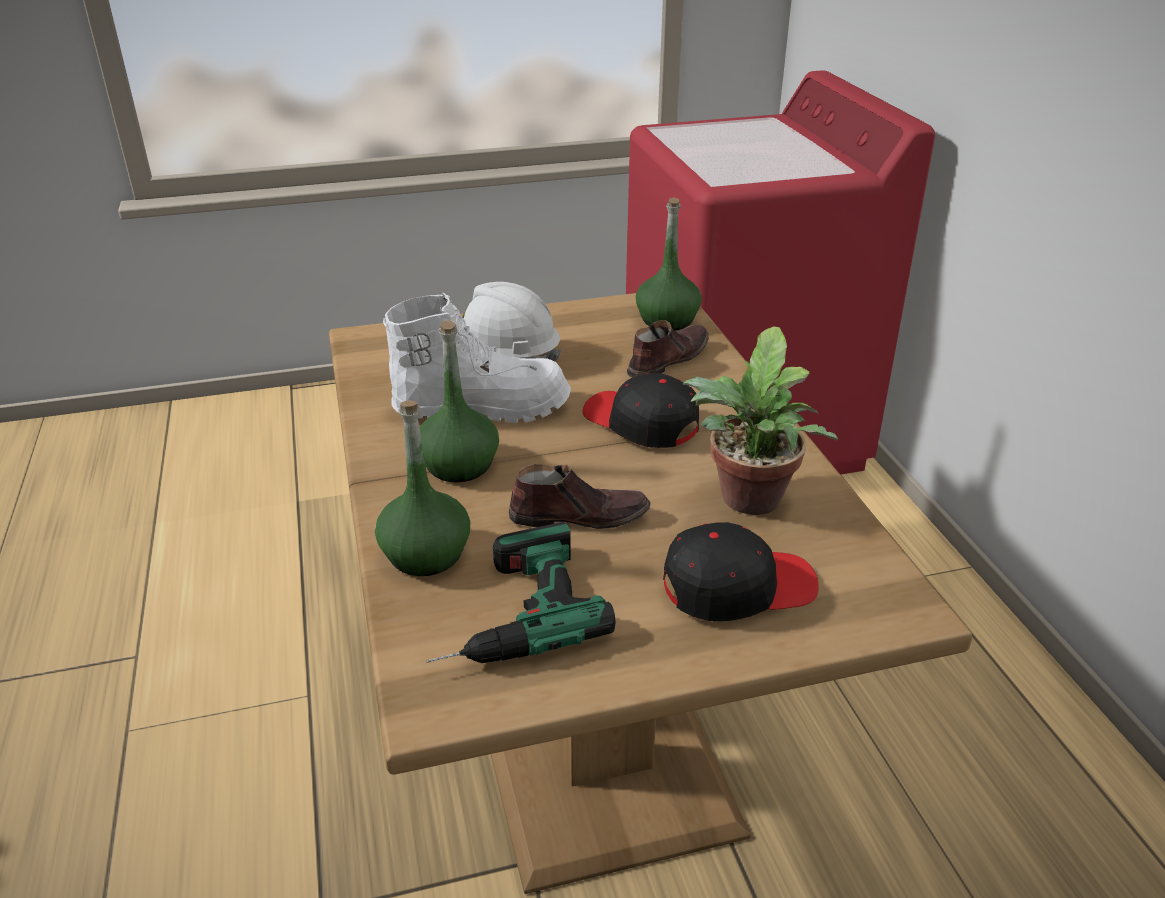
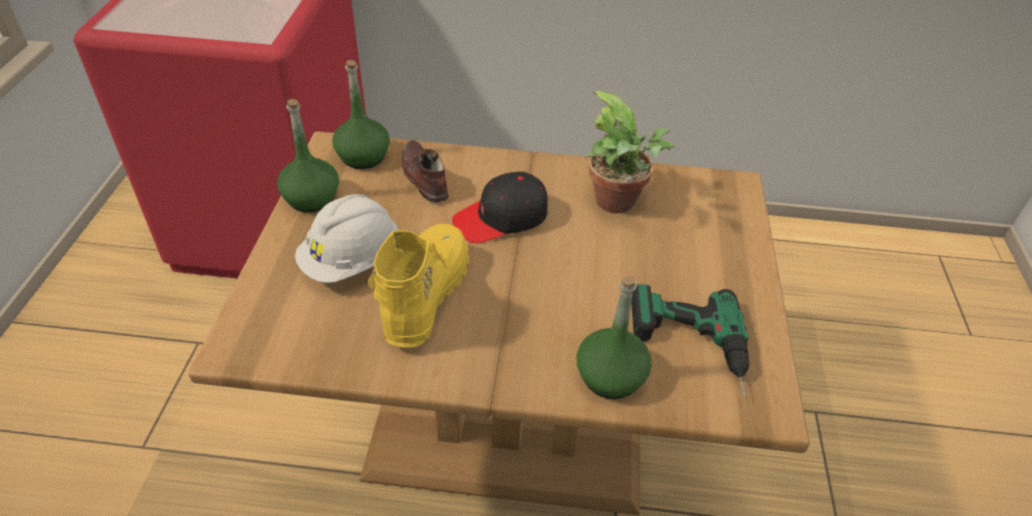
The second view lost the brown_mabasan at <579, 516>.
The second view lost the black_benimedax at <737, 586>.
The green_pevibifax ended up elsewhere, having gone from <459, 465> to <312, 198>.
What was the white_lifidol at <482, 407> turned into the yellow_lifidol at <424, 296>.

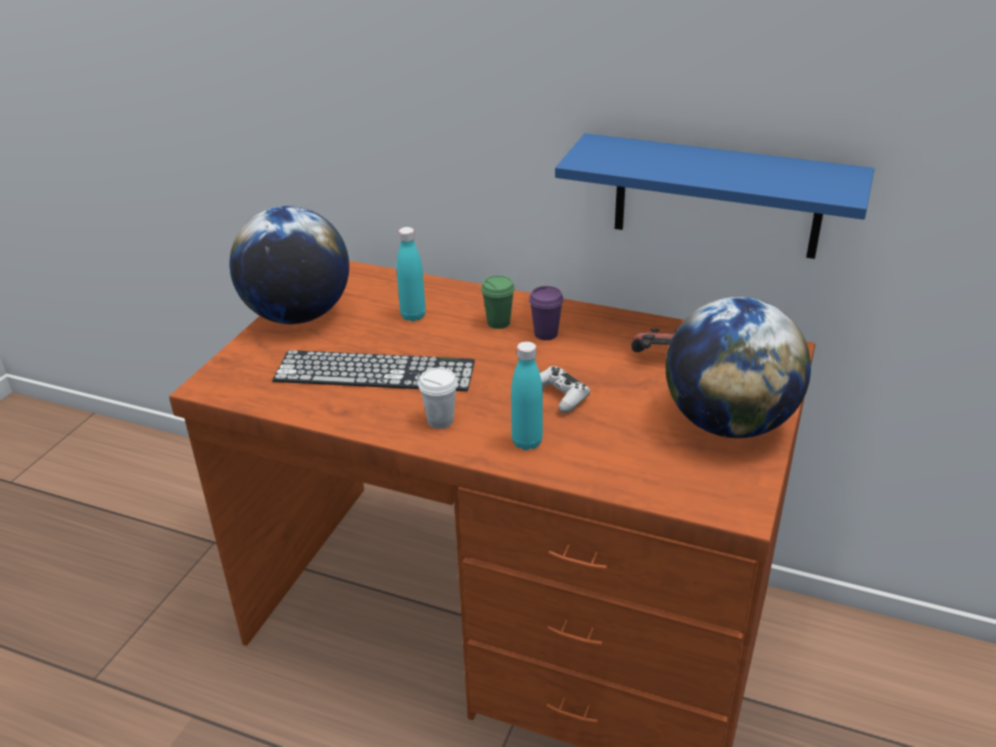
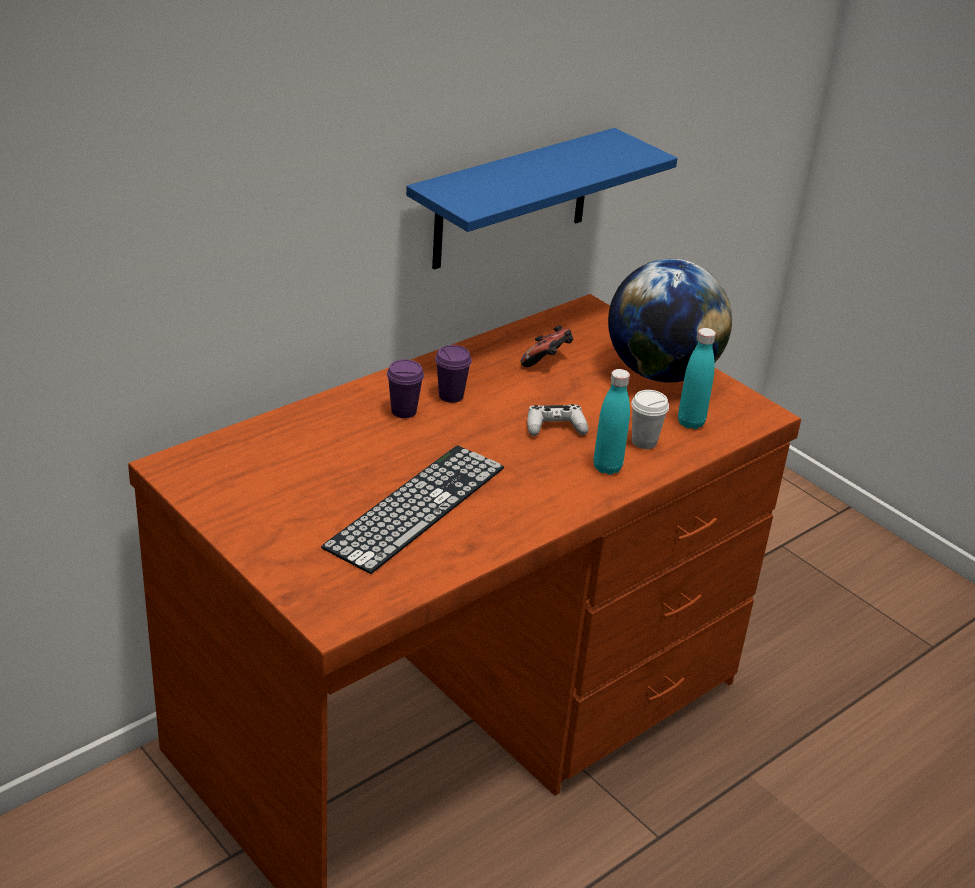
The second view lost the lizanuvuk at <298, 316>.
The turquoise_pevibifax ended up elsewhere, having gone from <413, 316> to <690, 423>.
The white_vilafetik ended up elsewhere, having gone from <440, 421> to <644, 442>.
What was the green_vilafetik at <498, 323> turned into the purple_vilafetik at <404, 411>.

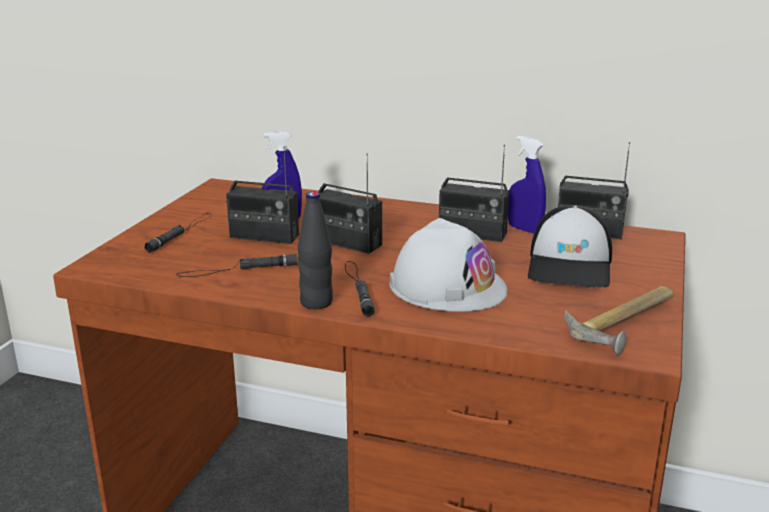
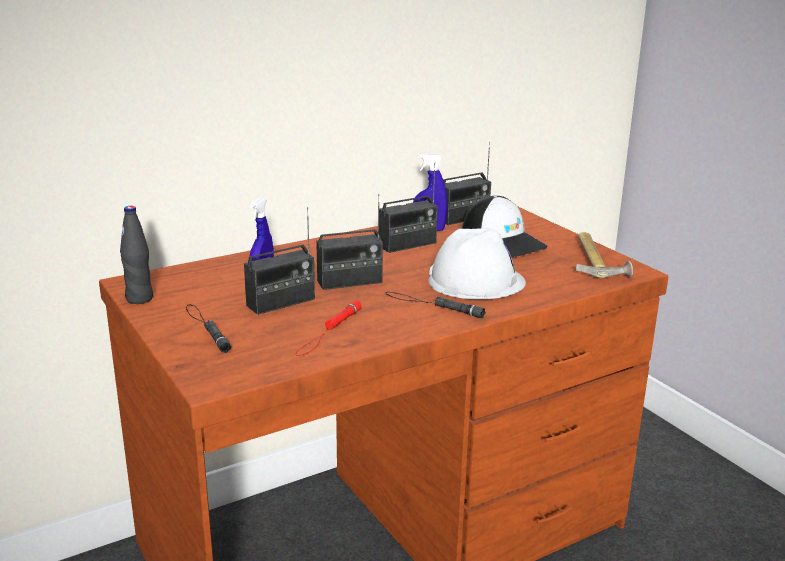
The black_pevibifax ended up elsewhere, having gone from <316, 302> to <139, 299>.
What was the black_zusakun at <237, 270> turned into the red_zusakun at <329, 332>.

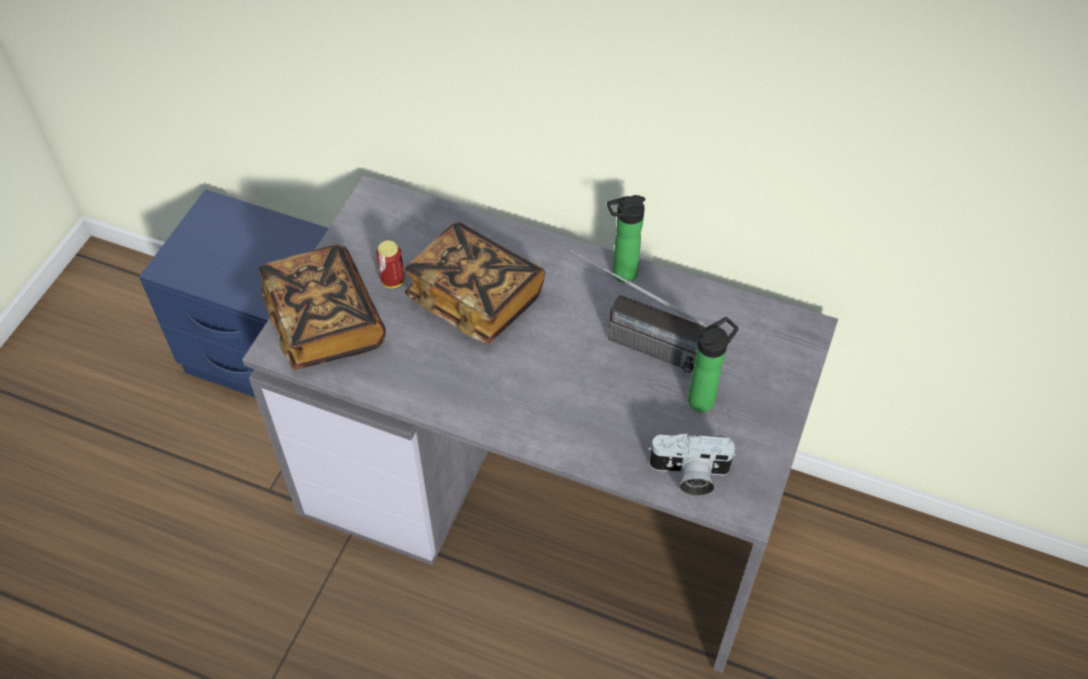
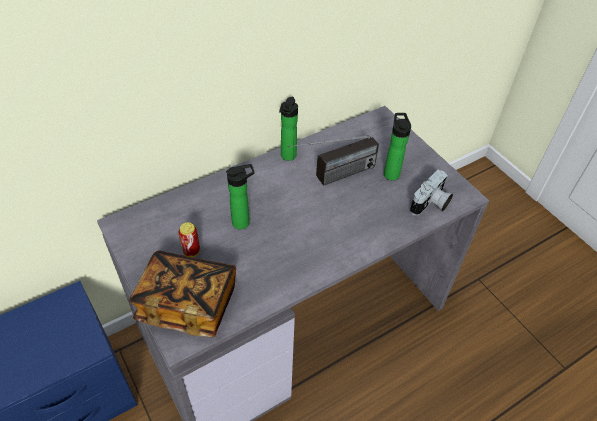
Where the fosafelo stood at <475, 299>, the pevibifax came to stand at <243, 222>.

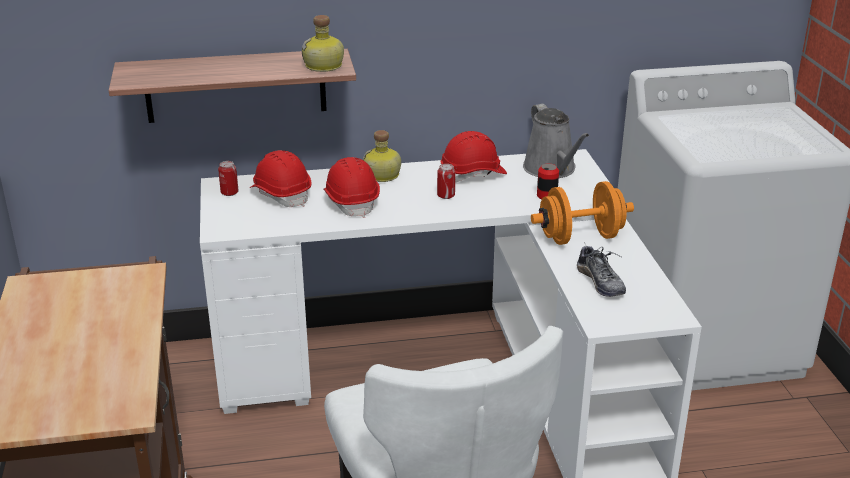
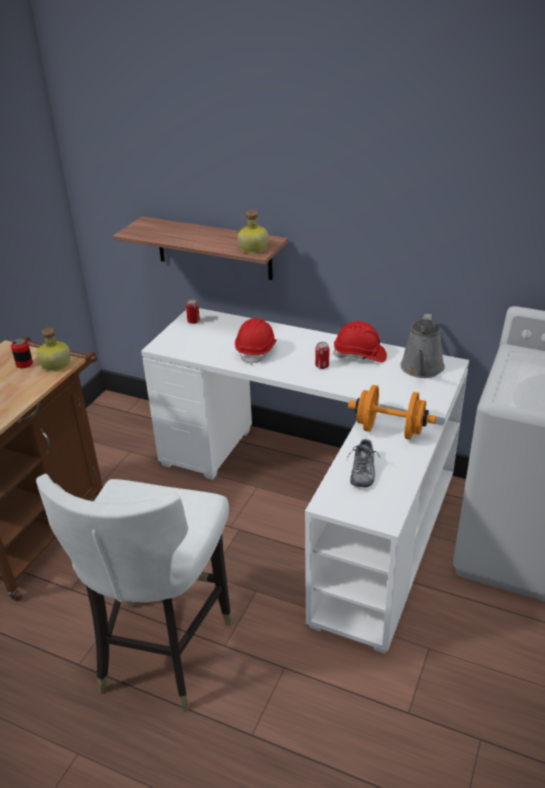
The second view lost the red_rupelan at <281, 194>.
The pevibifax ended up elsewhere, having gone from <382, 176> to <55, 365>.
The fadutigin ended up elsewhere, having gone from <547, 196> to <24, 364>.

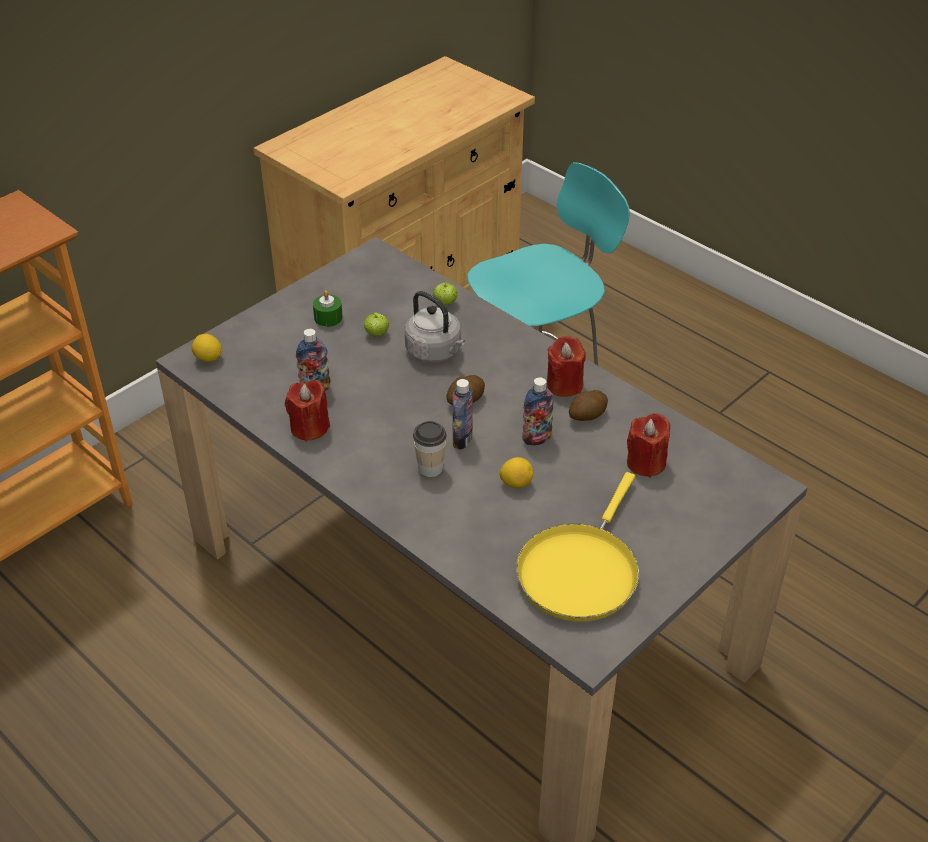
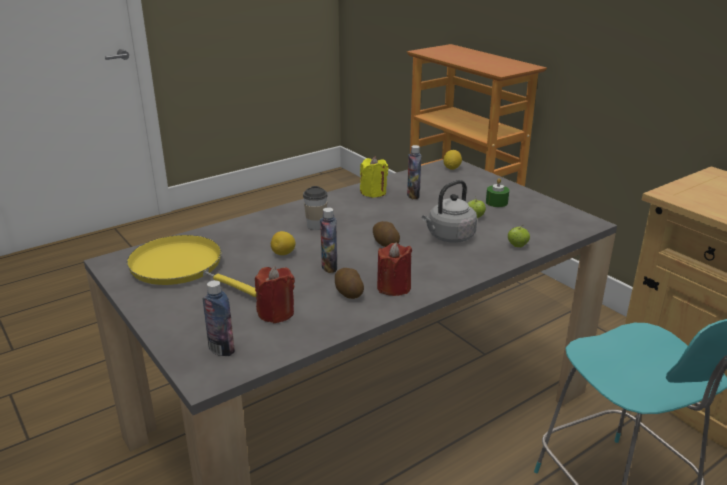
The pevibifax ended up elsewhere, having gone from <462, 440> to <221, 349>.
What was the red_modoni at <309, 428> turned into the yellow_modoni at <373, 192>.

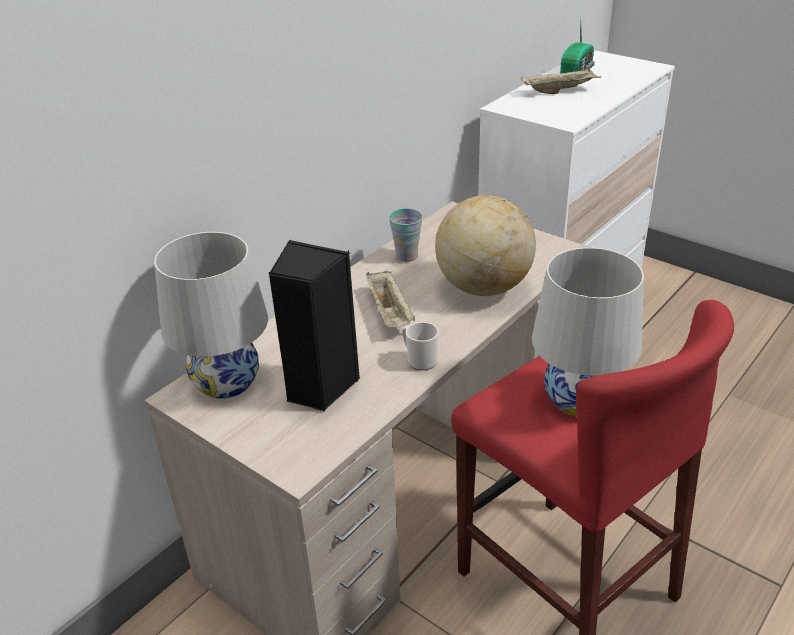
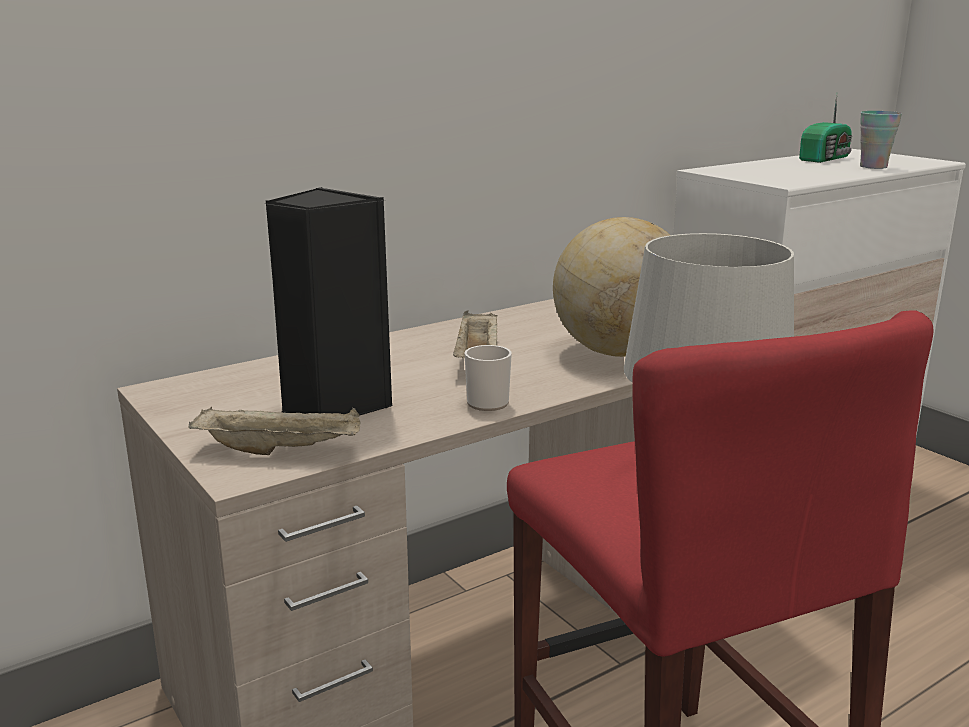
The second view lost the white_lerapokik at <225, 382>.
The vilafetik ended up elsewhere, having gone from <406, 256> to <873, 167>.
The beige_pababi ended up elsewhere, having gone from <559, 91> to <282, 450>.

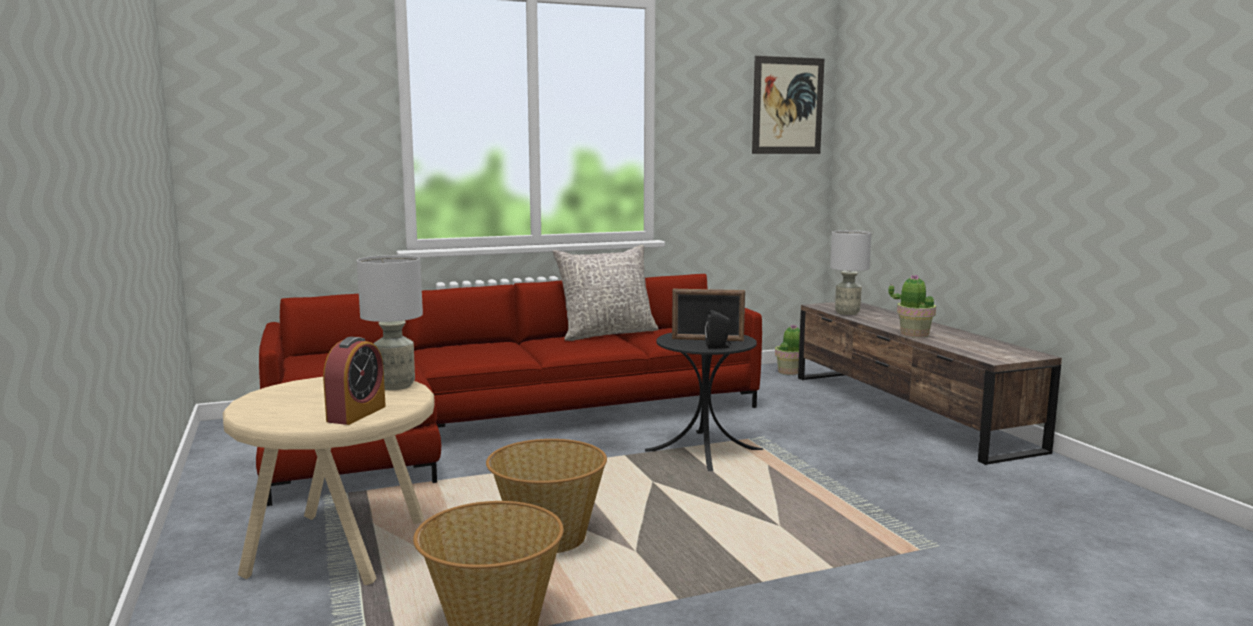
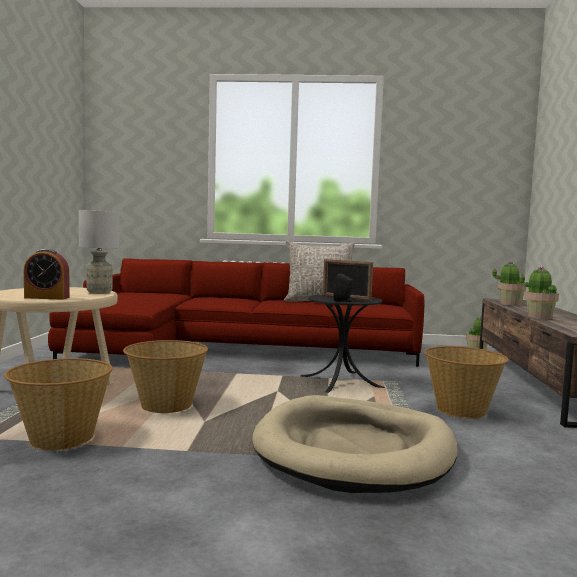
The second view lost the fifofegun at <787, 106>.
The second view gained the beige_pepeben at <354, 450>.
The second view gained the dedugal at <461, 410>.
Where the grey_lerapokik stood at <847, 313>, the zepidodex came to stand at <510, 304>.
The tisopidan at <356, 414> ended up facing another way, 45 degrees clockwise from before.

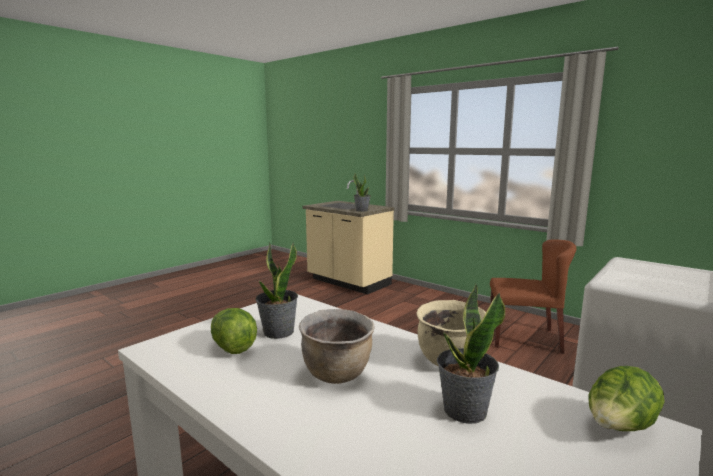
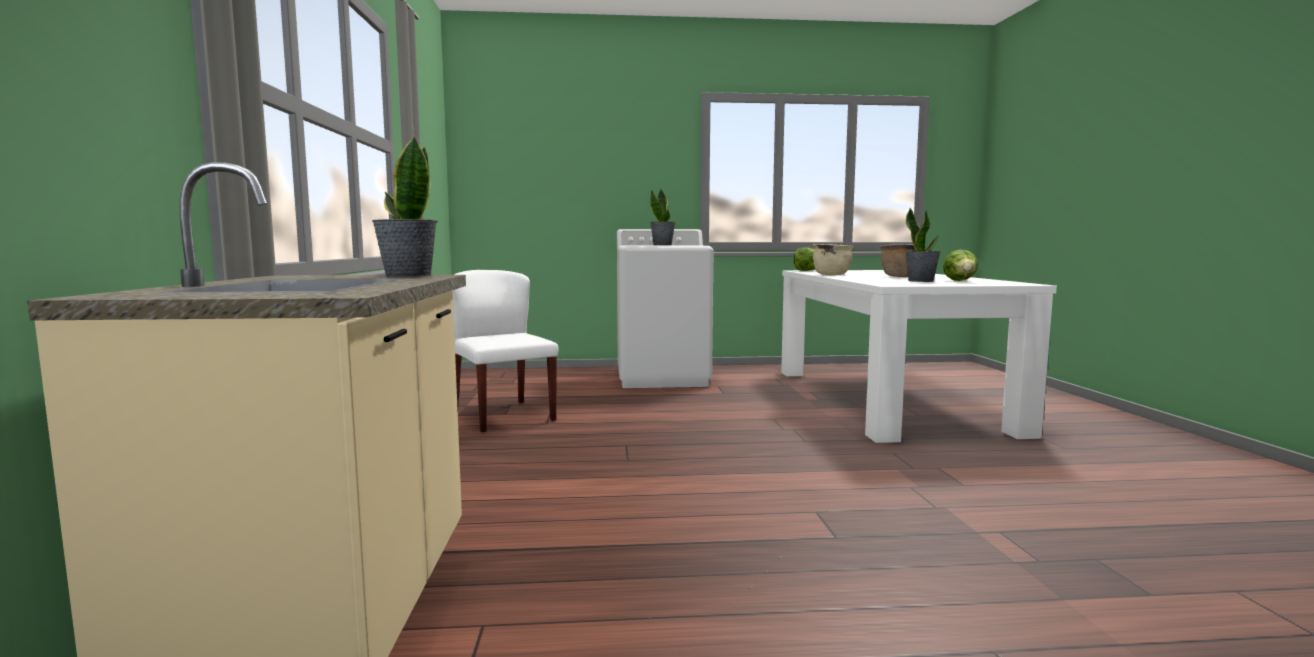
The zepidodex ended up elsewhere, having gone from <464, 410> to <662, 245>.
What was the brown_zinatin at <524, 338> turned into the white_zinatin at <502, 415>.

